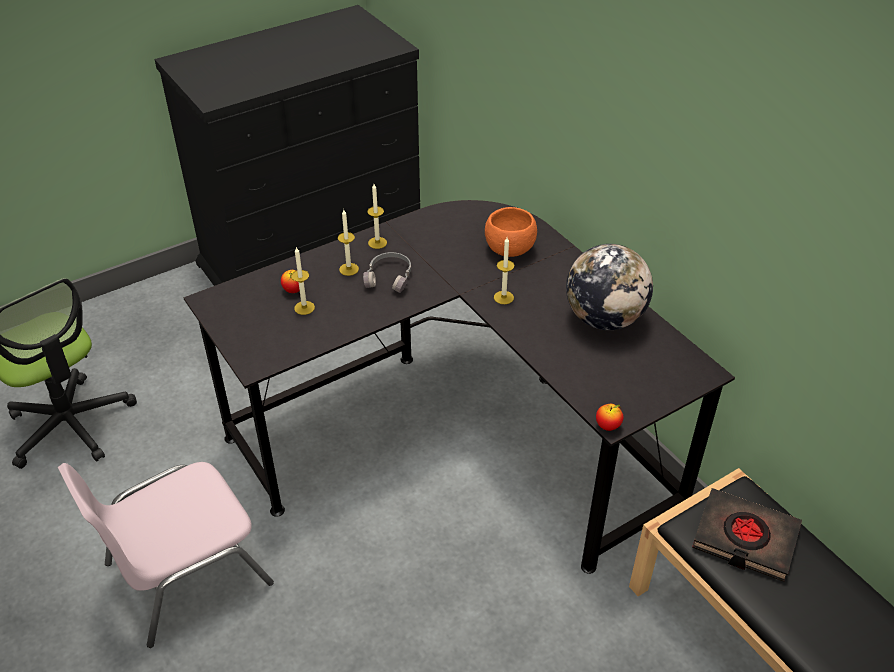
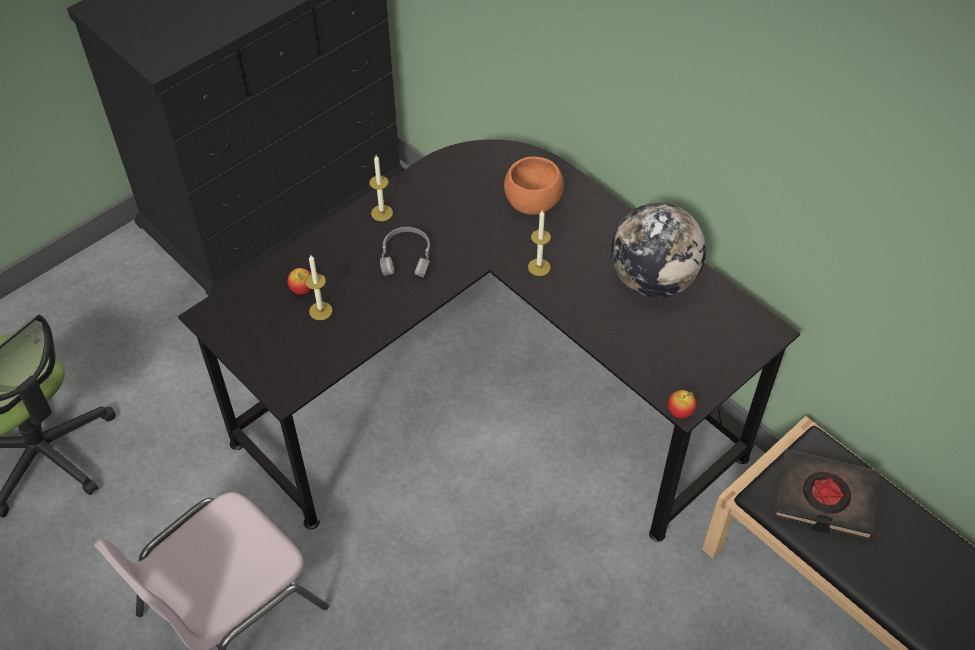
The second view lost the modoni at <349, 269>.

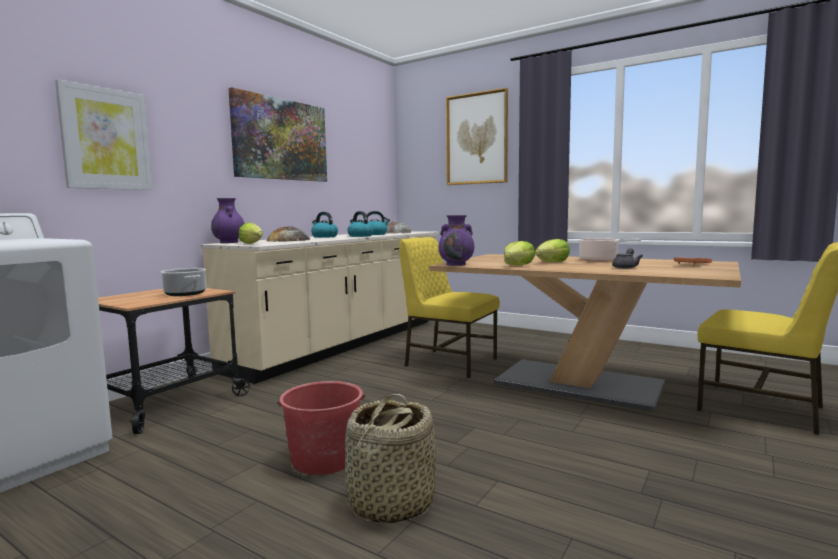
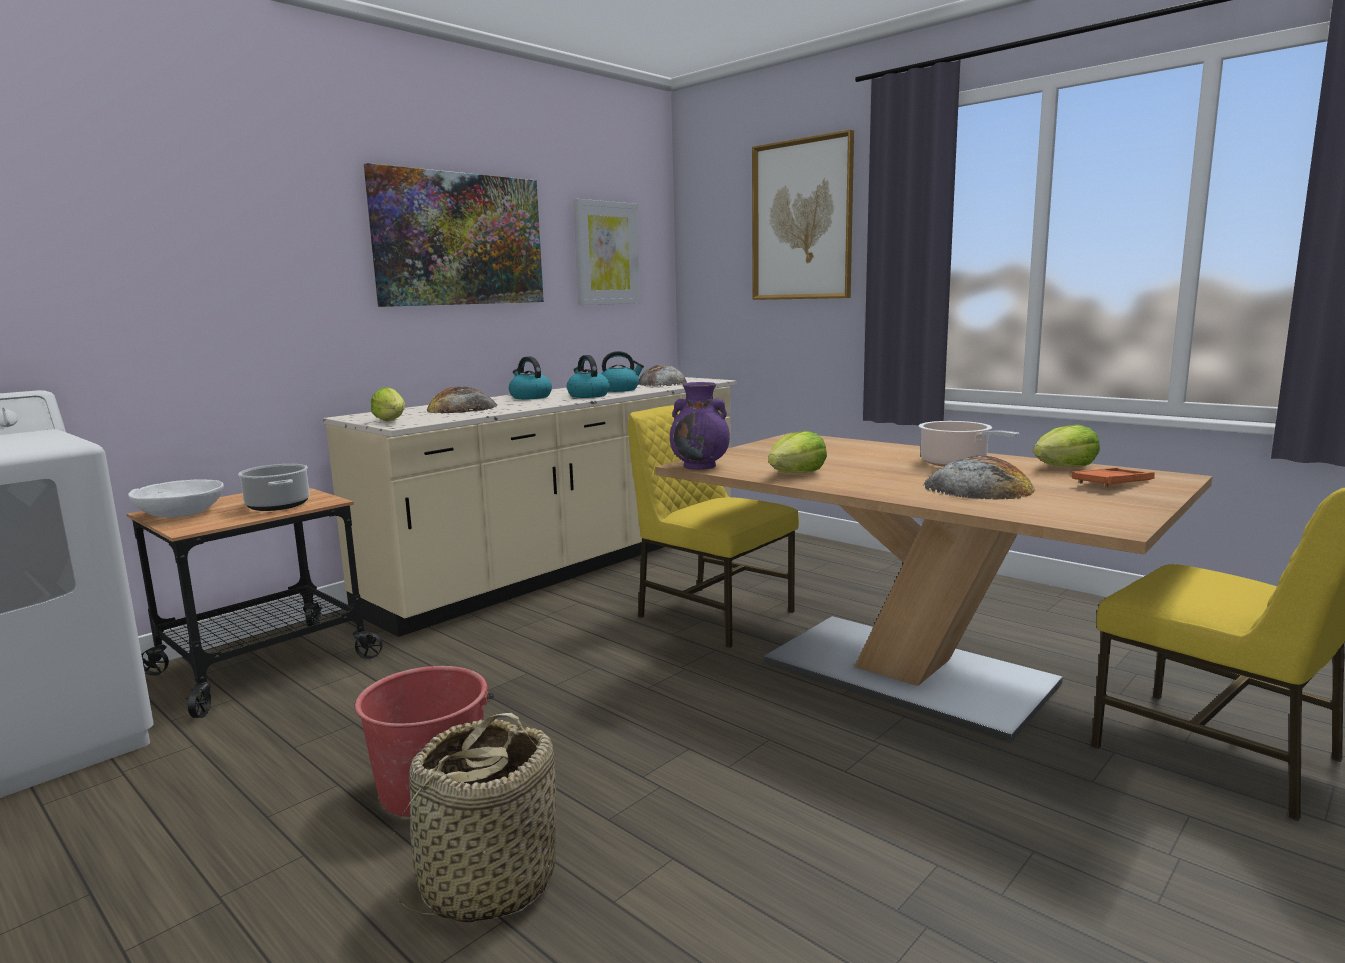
The second view lost the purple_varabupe at <229, 242>.
The second view gained the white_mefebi at <180, 514>.
The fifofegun ended up elsewhere, having gone from <106, 139> to <606, 253>.
The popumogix ended up elsewhere, having gone from <552, 262> to <1065, 467>.
Where the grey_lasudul stood at <626, 267>, the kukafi came to stand at <978, 488>.

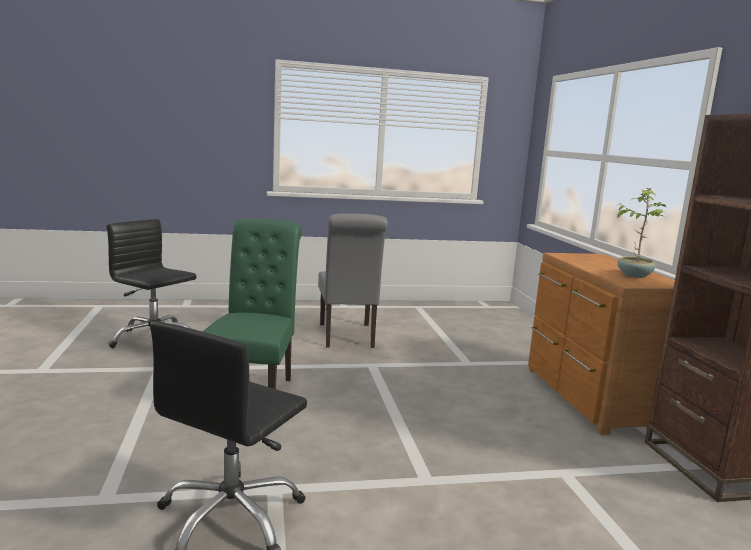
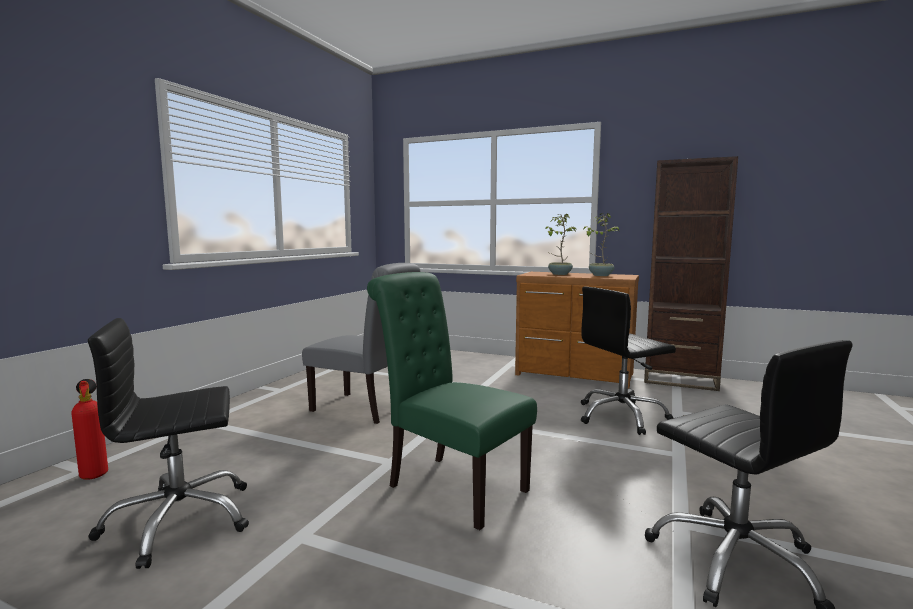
The second view gained the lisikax at <94, 474>.
The second view gained the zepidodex at <559, 274>.
The second view gained the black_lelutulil at <621, 416>.

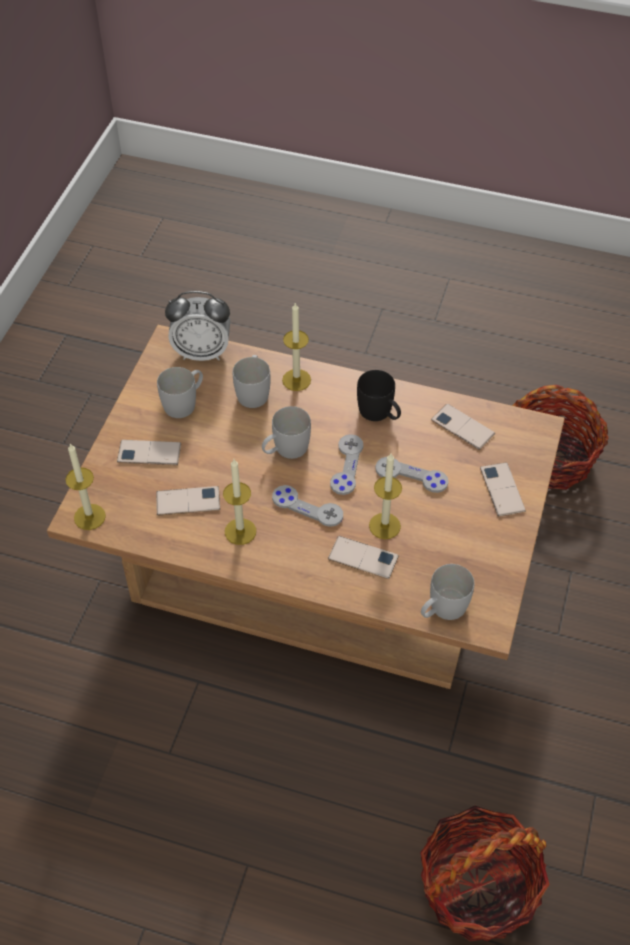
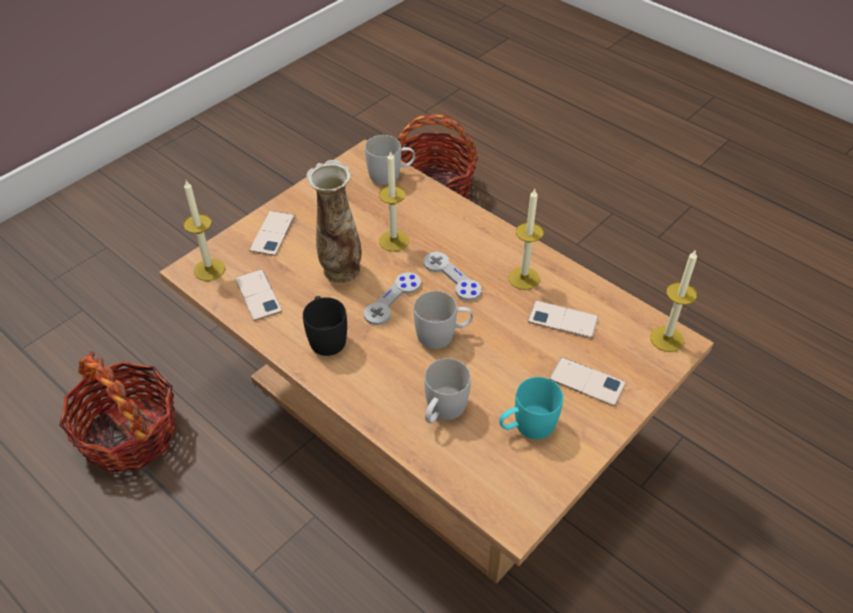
The second view lost the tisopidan at <202, 352>.
The second view lost the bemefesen at <363, 558>.
The modoni ended up elsewhere, having gone from <296, 380> to <209, 269>.
Where the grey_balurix stood at <411, 476>, the varabupe came to stand at <340, 270>.
What was the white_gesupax at <184, 402> turned into the turquoise_gesupax at <527, 427>.

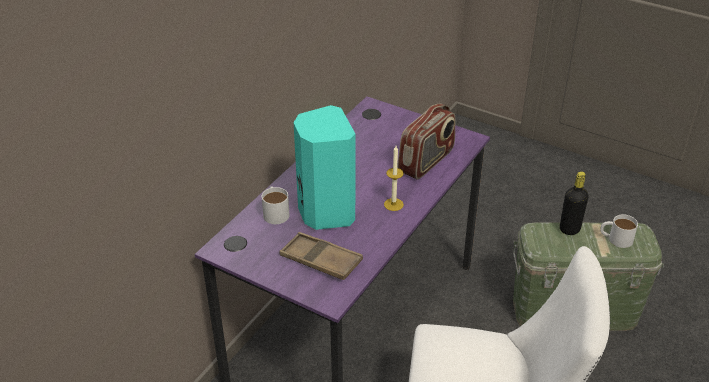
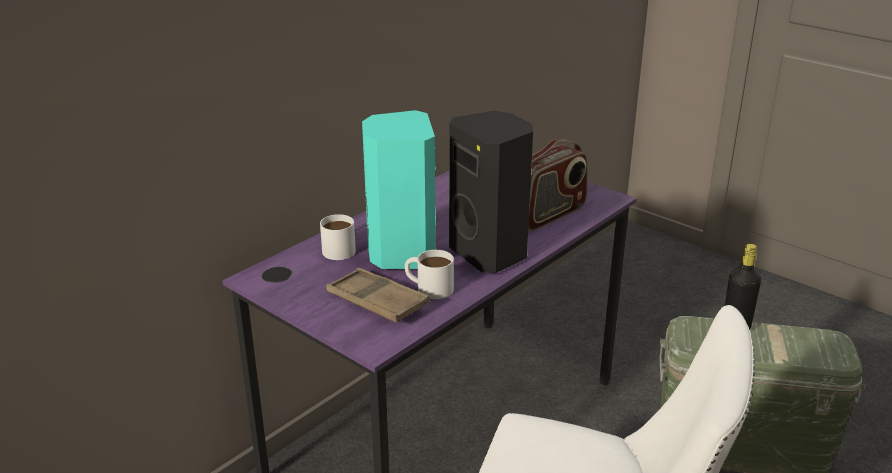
The white_gesupax ended up elsewhere, having gone from <615, 239> to <428, 287>.
Where the modoni stood at <393, 204>, the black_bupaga came to stand at <491, 254>.

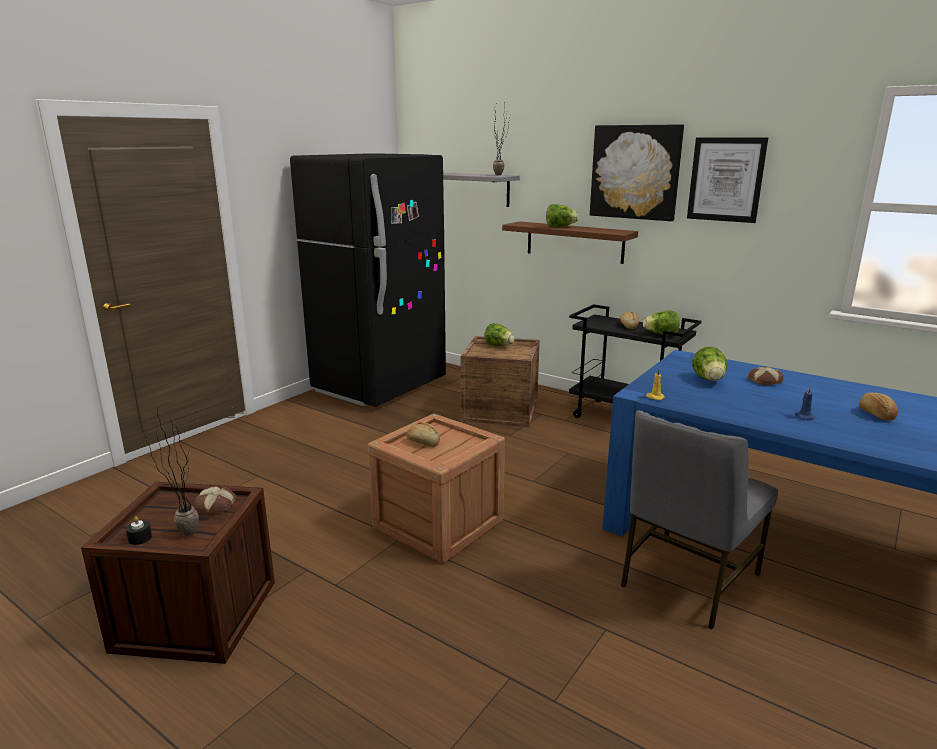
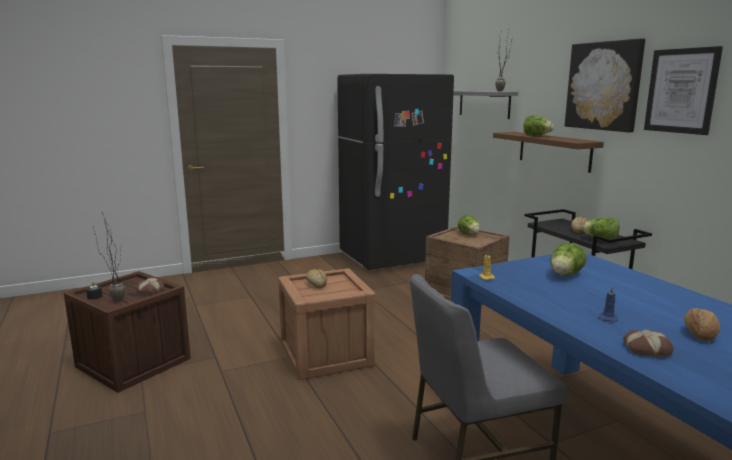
The kukafi ended up elsewhere, having gone from <764, 380> to <646, 349>.

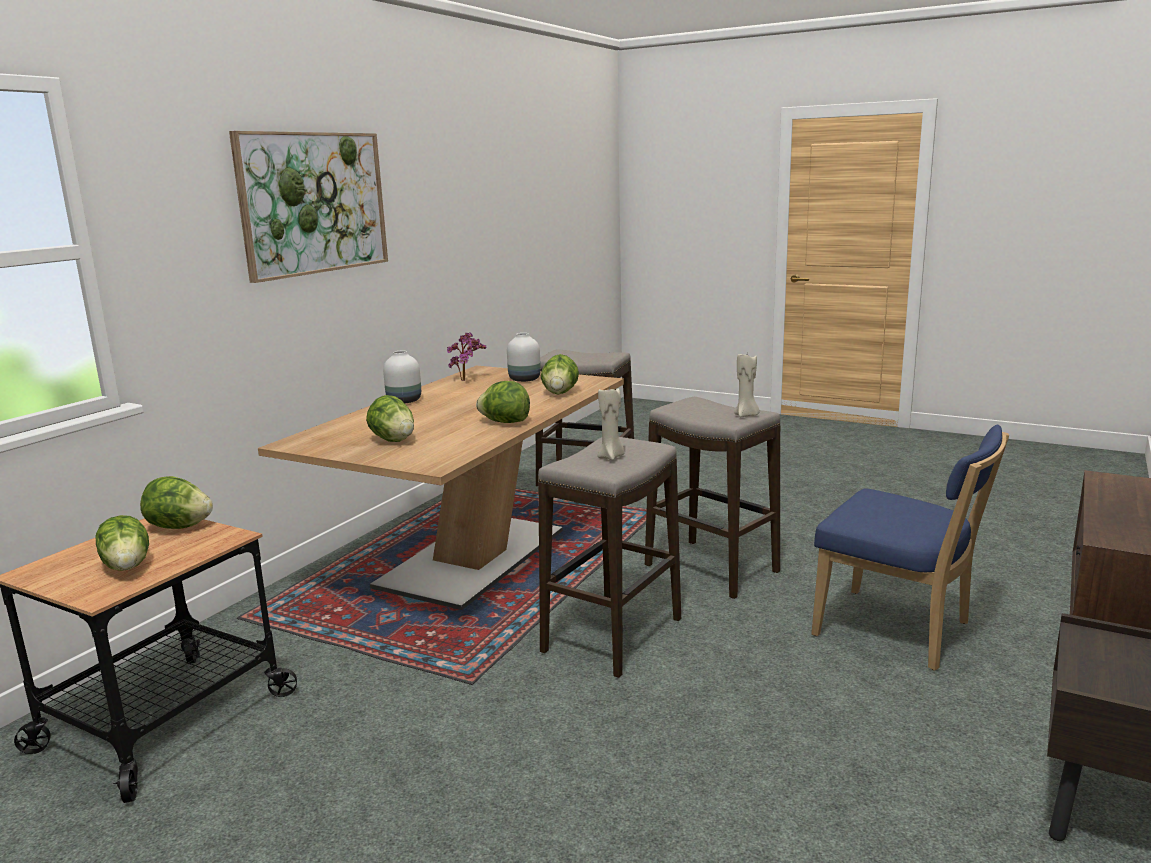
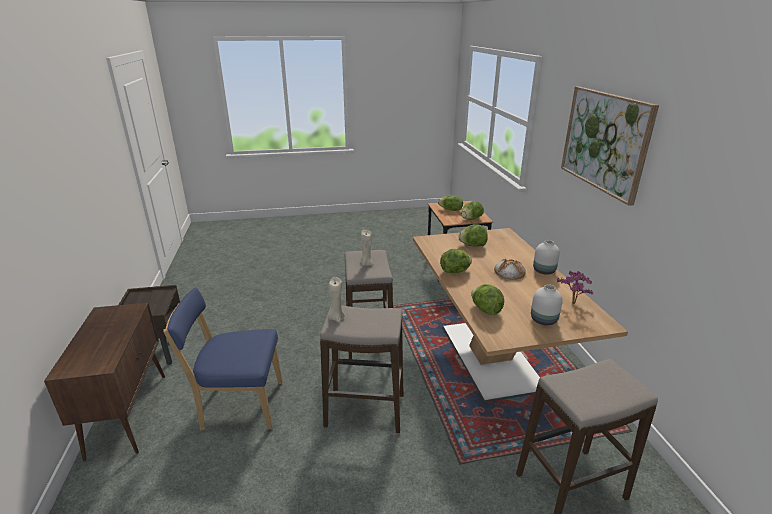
The second view gained the kukafi at <509, 272>.

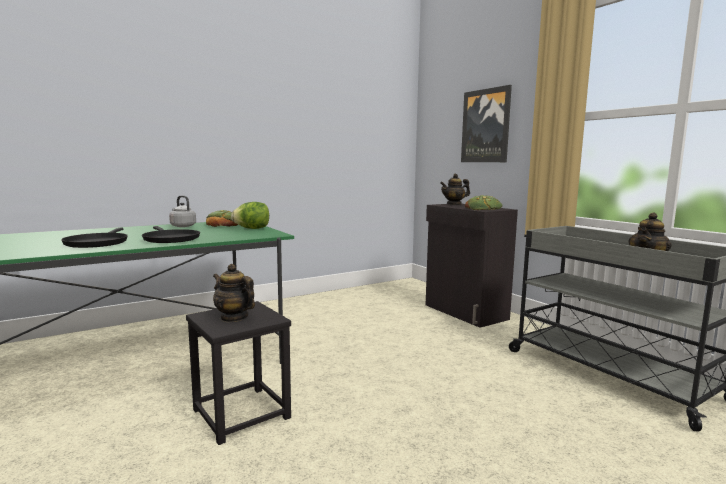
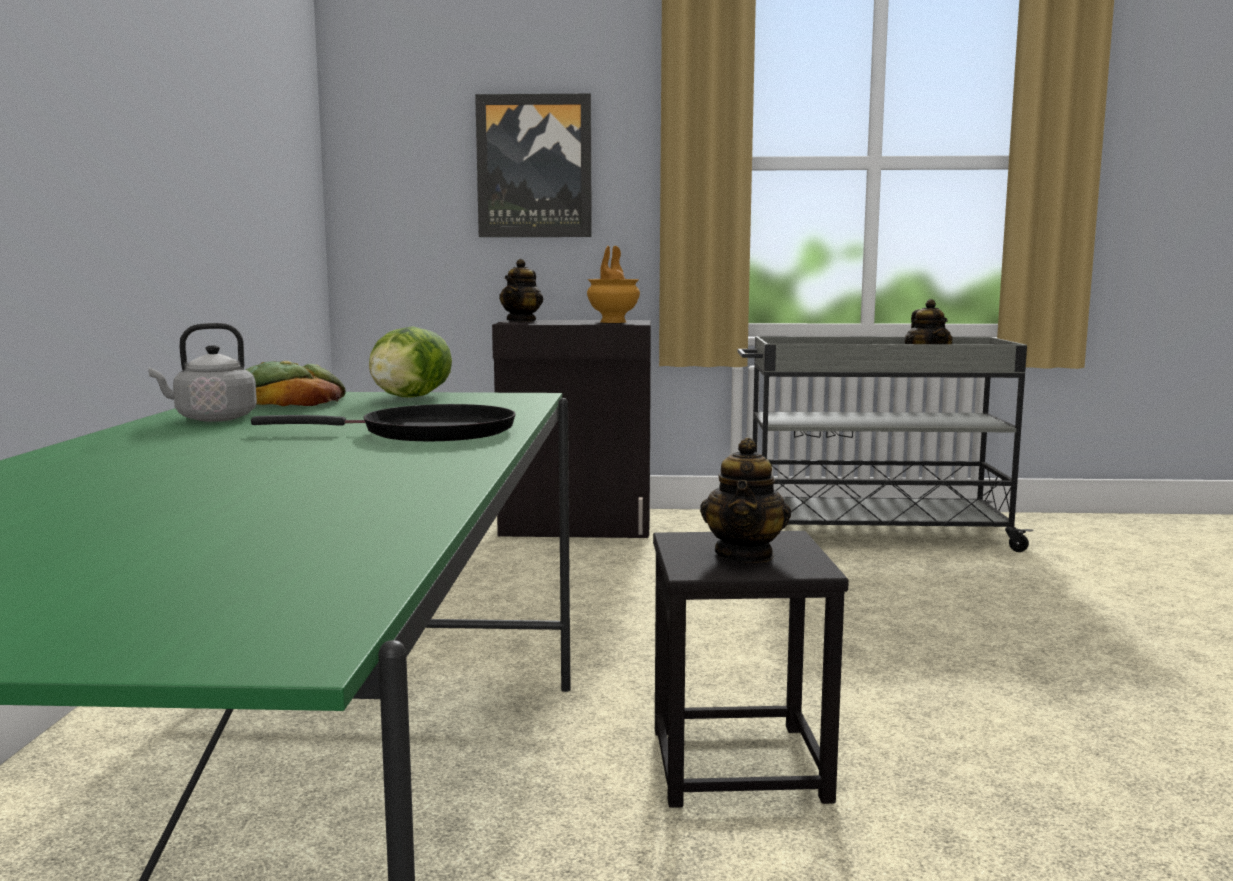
The second view lost the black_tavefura at <97, 243>.
Where the kukafi stood at <483, 208>, the brown_varabupe came to stand at <613, 322>.
The lasudul at <234, 317> ended up facing another way, 60 degrees counterclockwise from before.

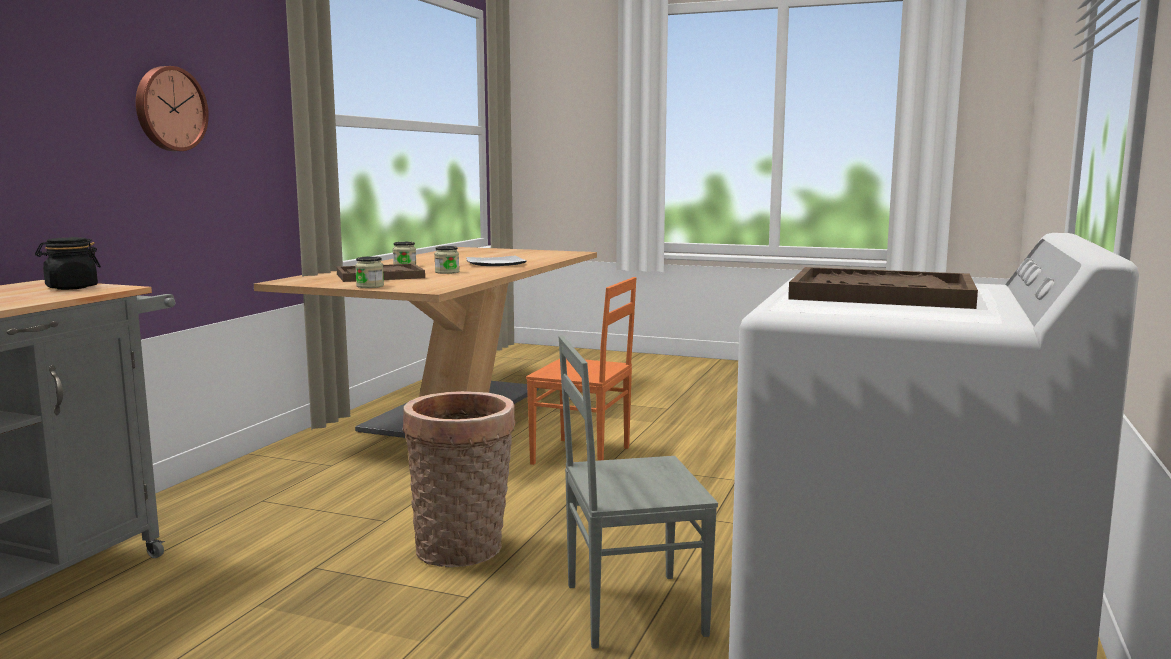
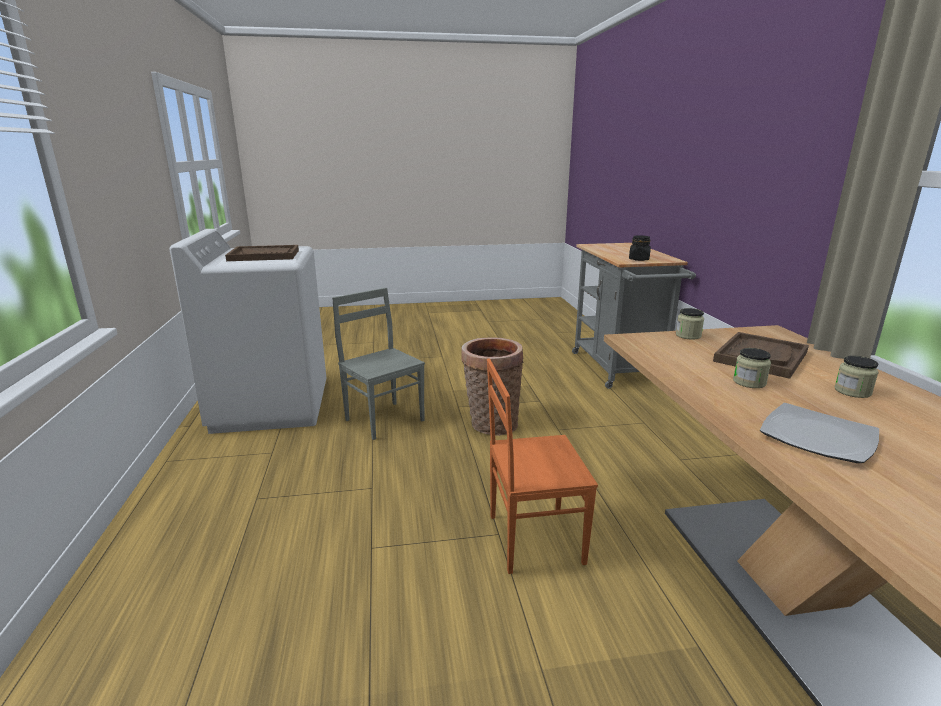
The second view lost the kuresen at <169, 109>.
The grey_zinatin at <631, 608> ended up facing another way, 90 degrees counterclockwise from before.

